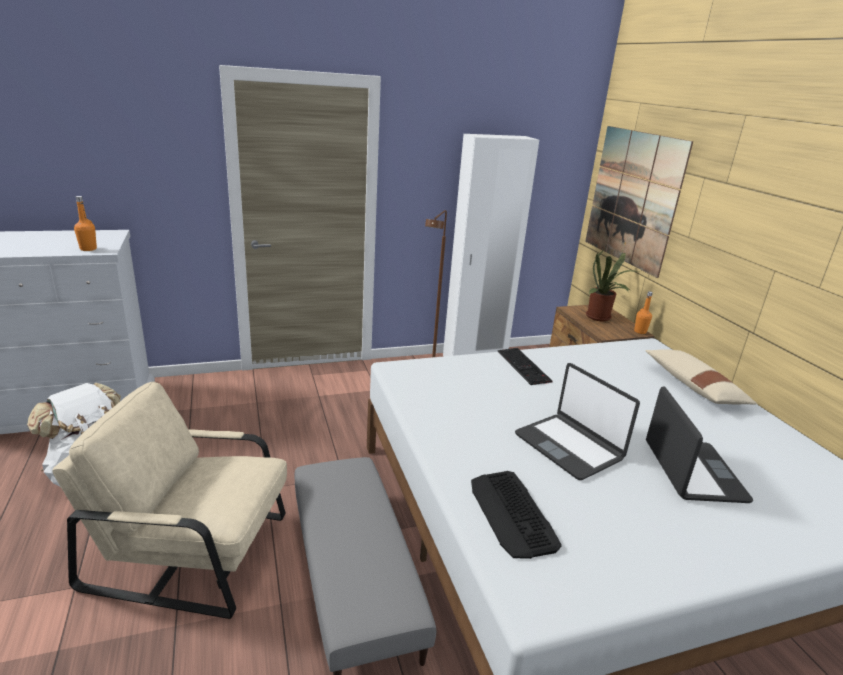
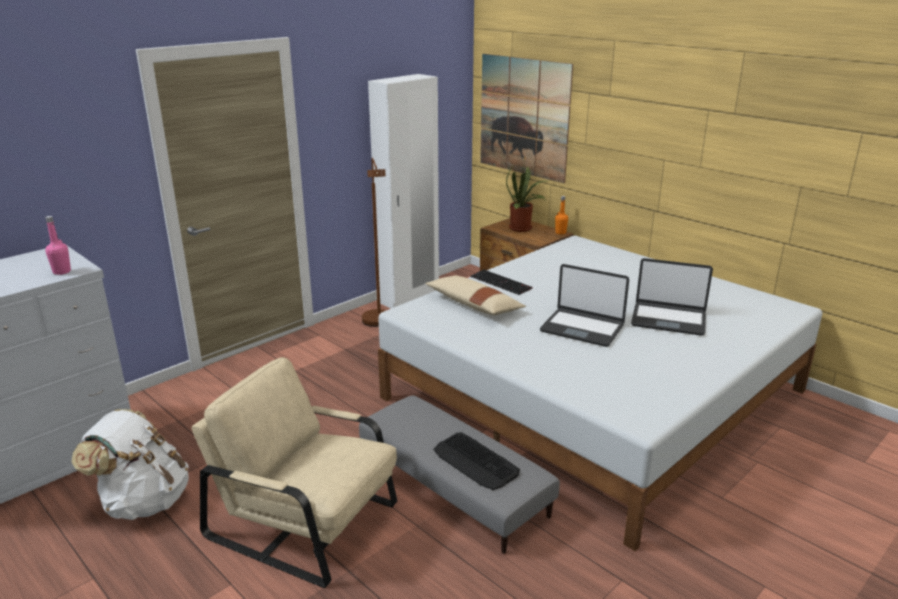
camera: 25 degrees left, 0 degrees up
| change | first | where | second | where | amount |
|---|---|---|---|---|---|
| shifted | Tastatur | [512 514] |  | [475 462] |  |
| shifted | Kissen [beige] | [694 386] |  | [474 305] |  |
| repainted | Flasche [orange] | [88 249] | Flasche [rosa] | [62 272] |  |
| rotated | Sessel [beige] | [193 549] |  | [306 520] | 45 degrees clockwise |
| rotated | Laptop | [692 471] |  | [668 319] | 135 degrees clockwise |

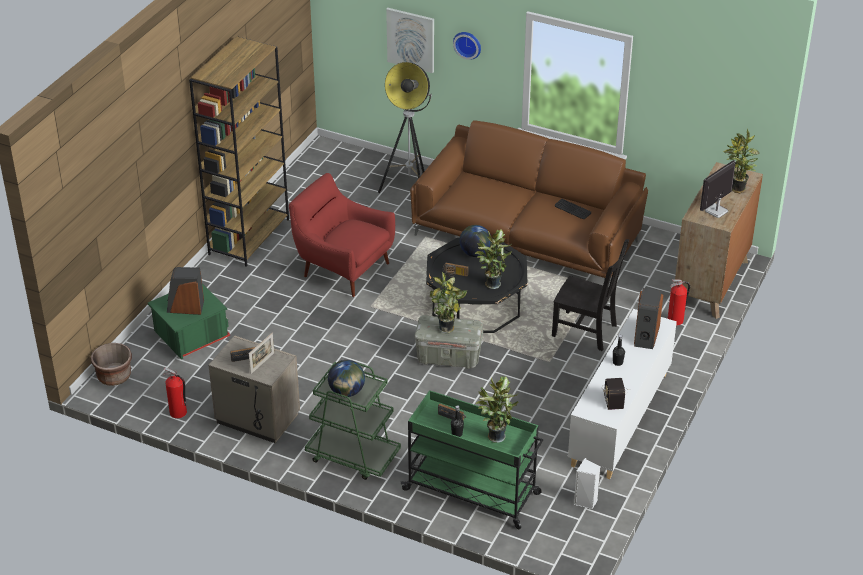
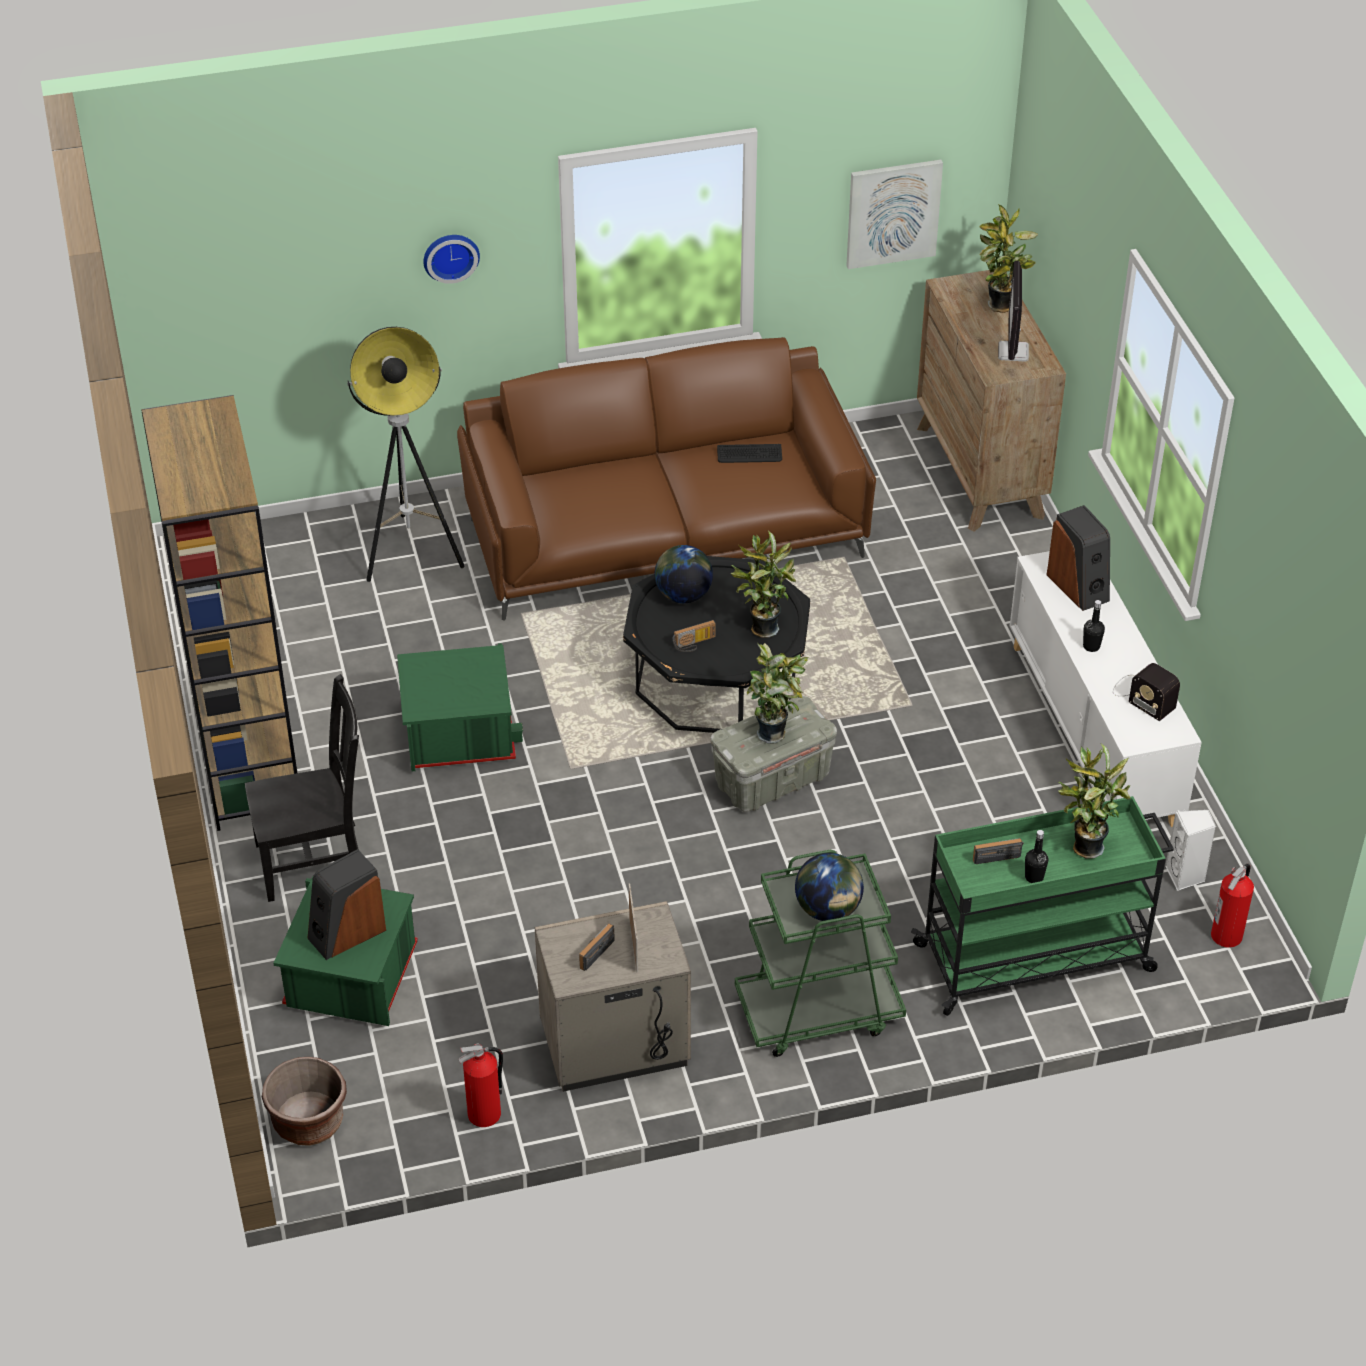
camera: 40 degrees left, 5 degrees up
| change | first | where | second | where | amount |
|---|---|---|---|---|---|
| shifted | Bild | [411 39] |  | [893 213] |  |
| shifted | Stuhl [schwarz] | [586 331] |  | [316 860] |  |
| shifted | Feuerlöscher | [675 320] |  | [1227 936] |  |
| swapped | Sessel [rot] | [343 268] | Aufbewahrungsbox [grün] | [458 732] |  |

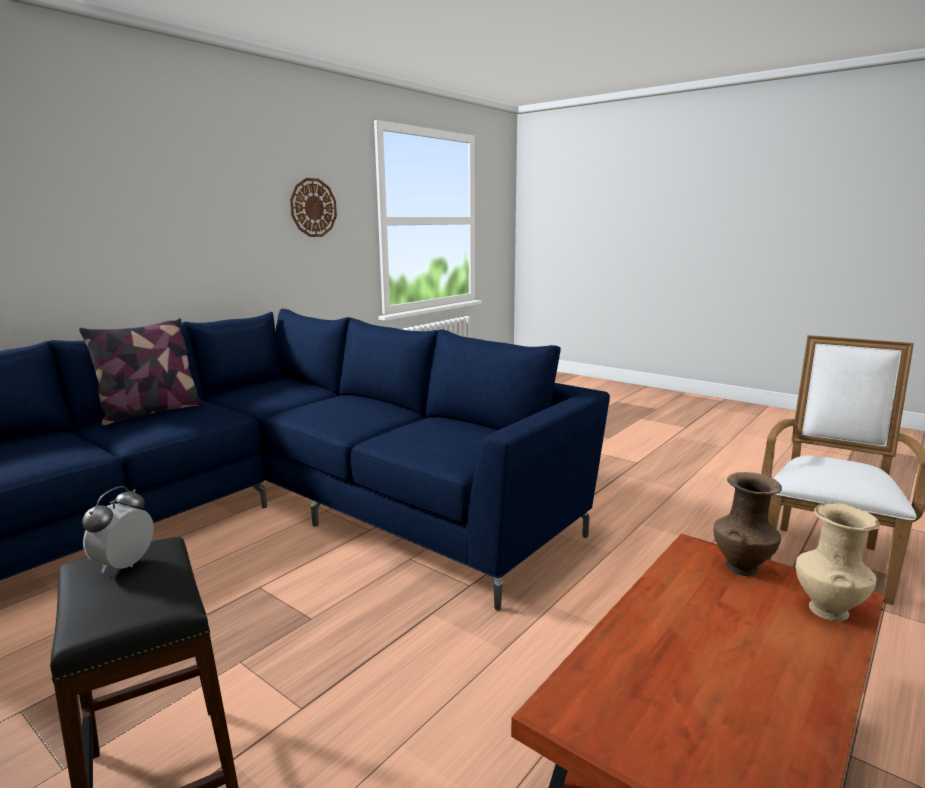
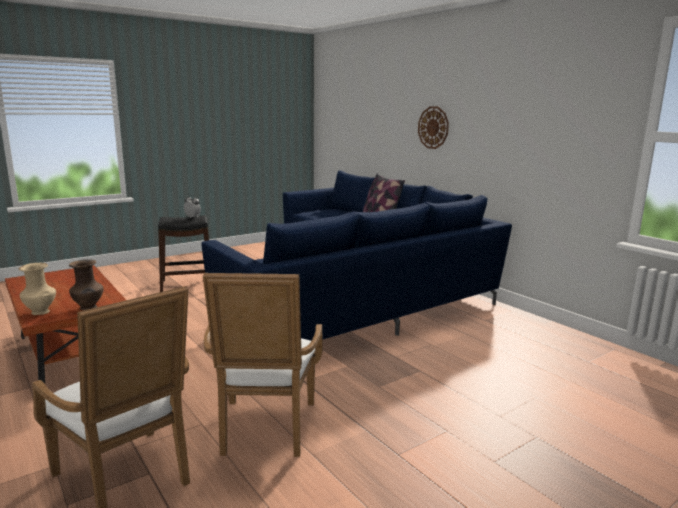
camera: 105 degrees right, 0 degrees up
| change | first | where | second | where | amount |
|---|---|---|---|---|---|
| new |  |  | Sessel [weiß] | [265 431] |  |
| shifted | Wanduhr | [313 207] |  | [433 127] |  |

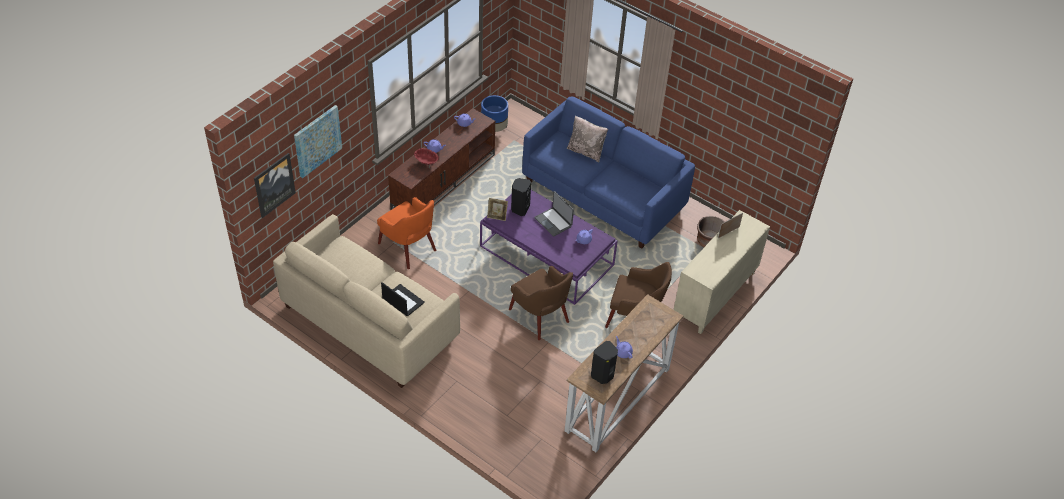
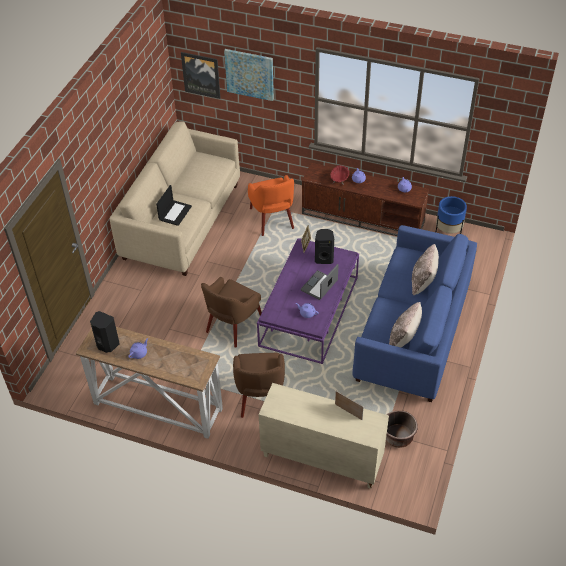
camera: 75 degrees right, 0 degrees up
| change | first | where | second | where | amount |
|---|---|---|---|---|---|
| new |  |  | Kissen [beige] | [403 339] |  |
| rotated | Sessel [orange] | [408 248] |  | [272 219] | 45 degrees counterclockwise |

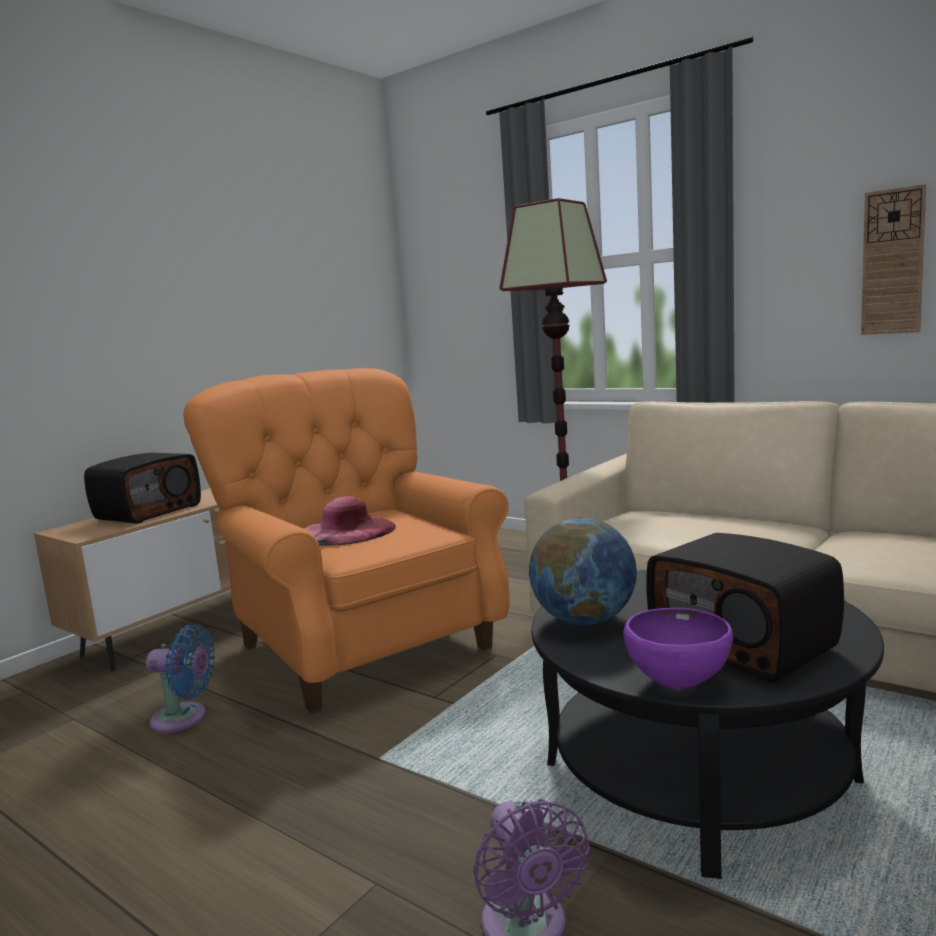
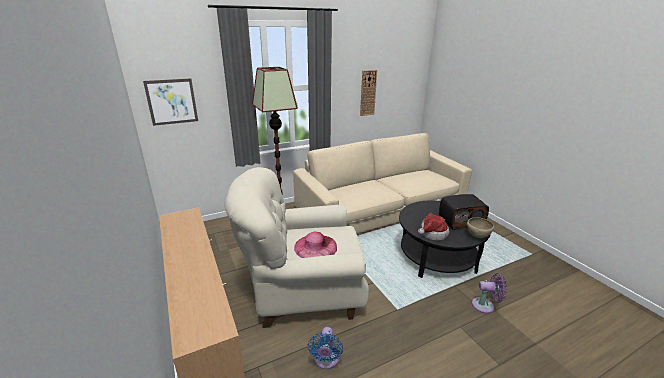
camera: 65 degrees left, 15 degrees up
| change | first | where | second | where | amount |
|---|---|---|---|---|---|
| gone | Radio | [148 512] |  |  |  |
| new |  |  | Bild | [172 101] |  |
| swapped | Globus | [584 621] | Hut | [432 233] |  |
| repainted | Sessel [orange] | [359 644] | Sessel [beige] | [302 291] |  |
| repainted | Schüssel [lila] | [678 684] | Schüssel [braun] | [477 236] |  |
| rotated | Ventilator [blau] | [184 719] |  | [326 360] | 150 degrees clockwise |

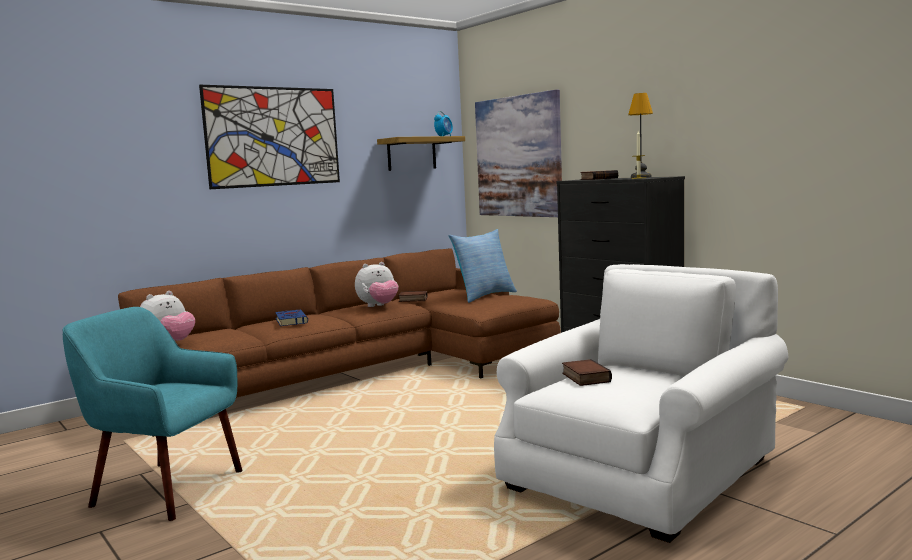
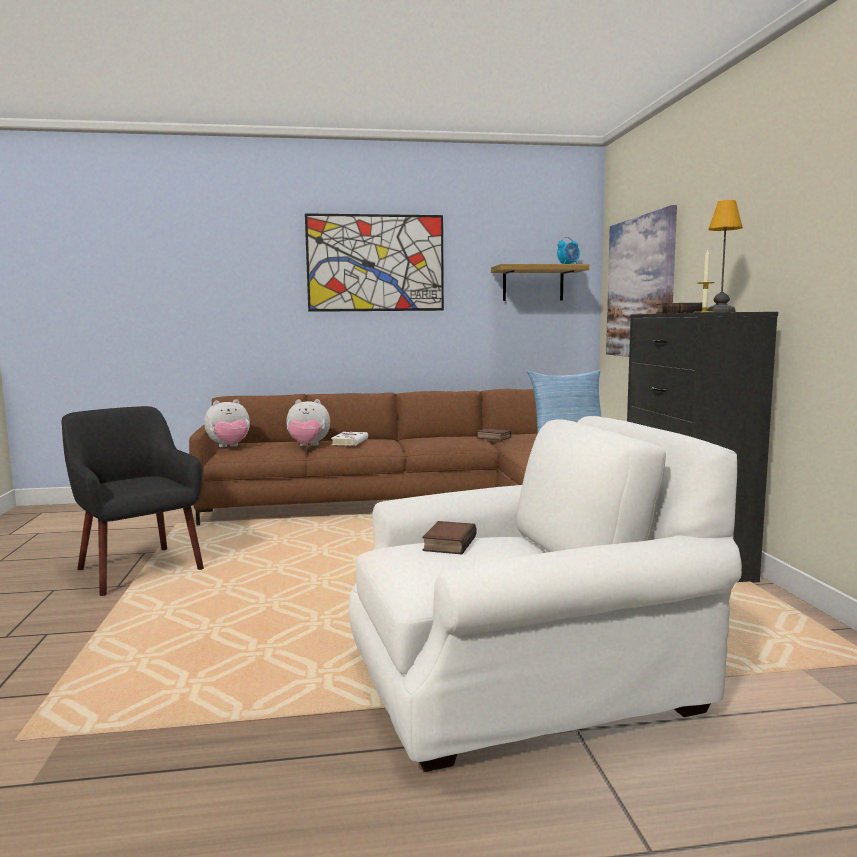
camera: 30 degrees right, 0 degrees up
| change | first | where | second | where | amount |
|---|---|---|---|---|---|
| shifted | Plüschtier | [378 306] |  | [308 446] |  |
| repainted | Sessel [türkis] | [166 489] | Sessel [schwarz] | [138 569] |  |
| repainted | Buch [blau] | [291 321] | Buch [weiß] | [350 441] |  |

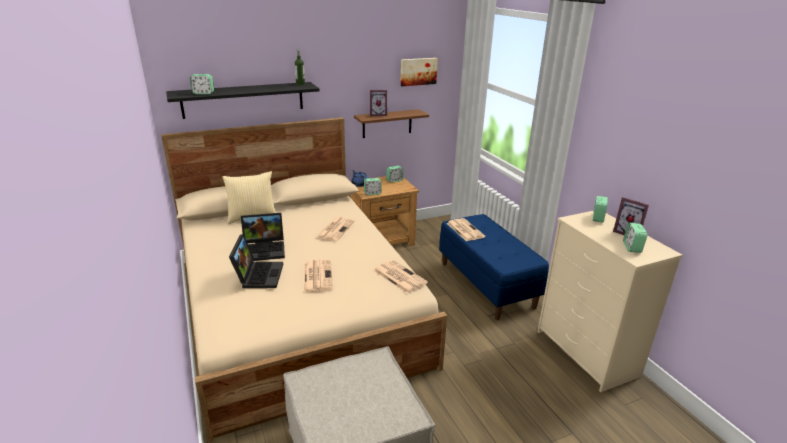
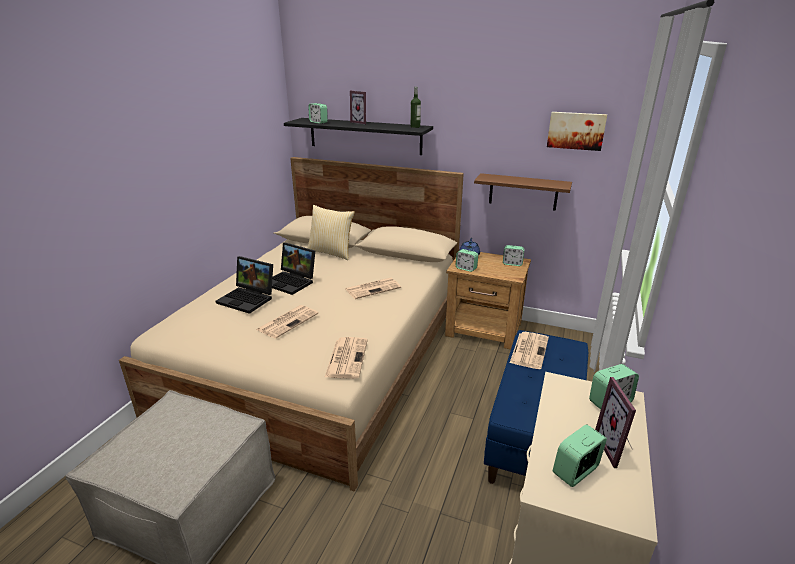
camera: 45 degrees right, 0 degrees up
| change | first | where | second | where | amount |
|---|---|---|---|---|---|
| shifted | Bilderrahmen | [378 115] |  | [361 122] |  |
| rotated | Laptop | [258 275] |  | [249 299] | 75 degrees clockwise |

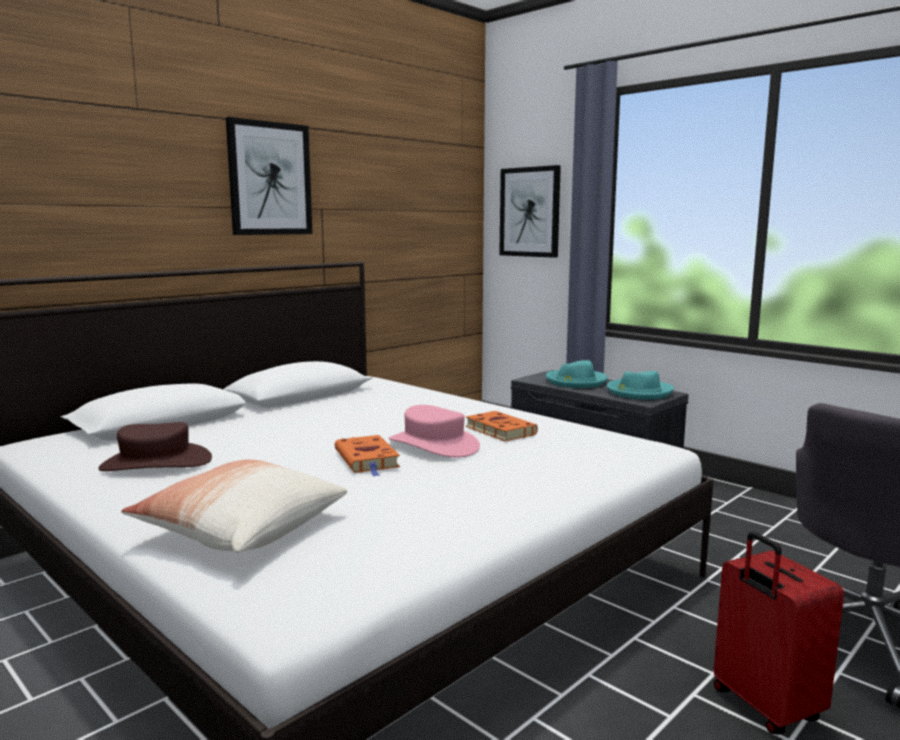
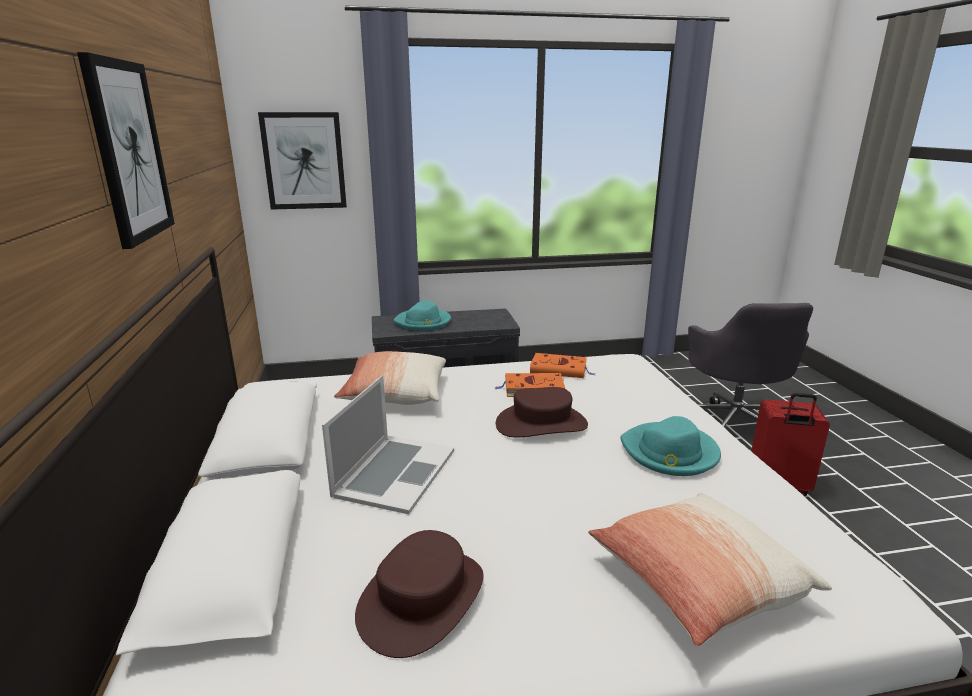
camera: 55 degrees left, 10 degrees up
| change | first | where | second | where | amount |
|---|---|---|---|---|---|
| new |  |  | Laptop | [394 472] |  |
| new |  |  | Kissen | [395 394] |  |
| shifted | Buch [orange] | [367 460] |  | [560 369] |  |
| shifted | Hut [türkis] | [638 392] |  | [670 453] |  |
| repainted | Hut [rosa] | [434 444] | Hut [braun] | [541 424] |  |

